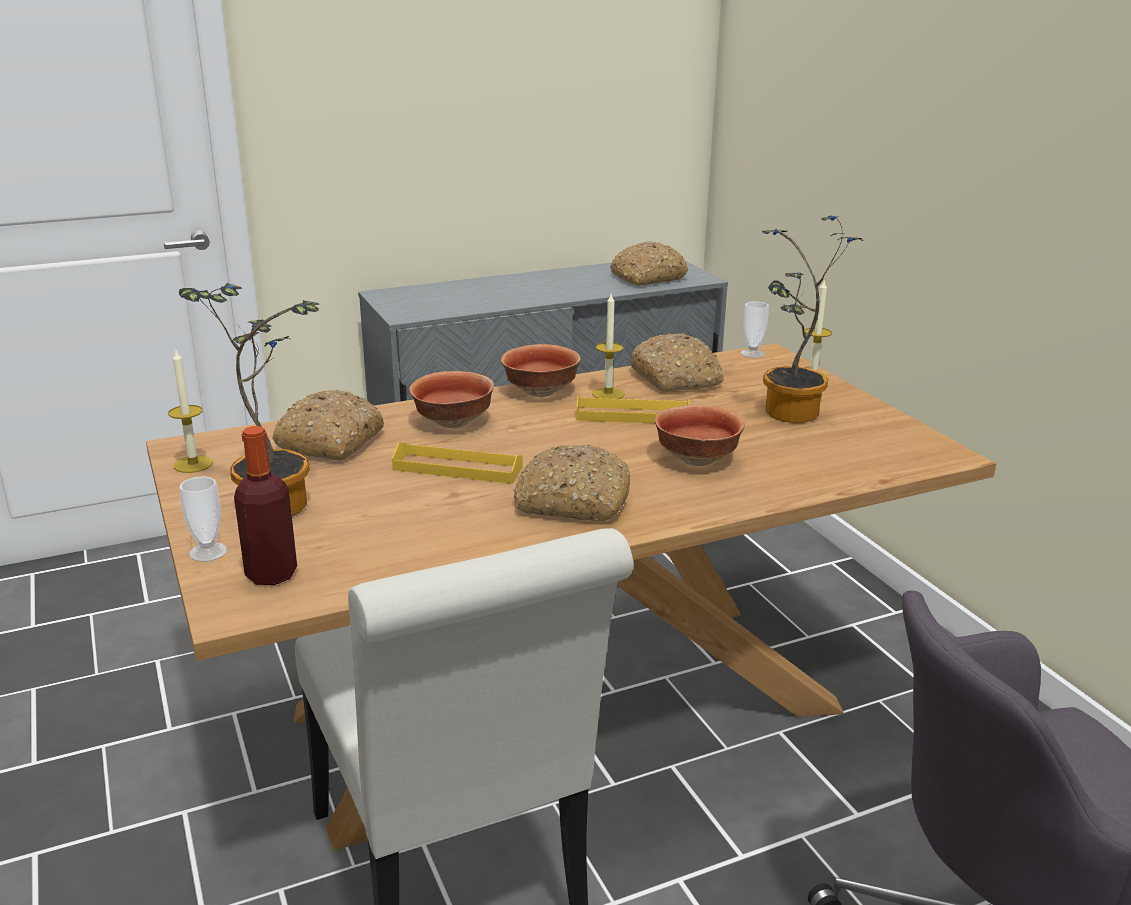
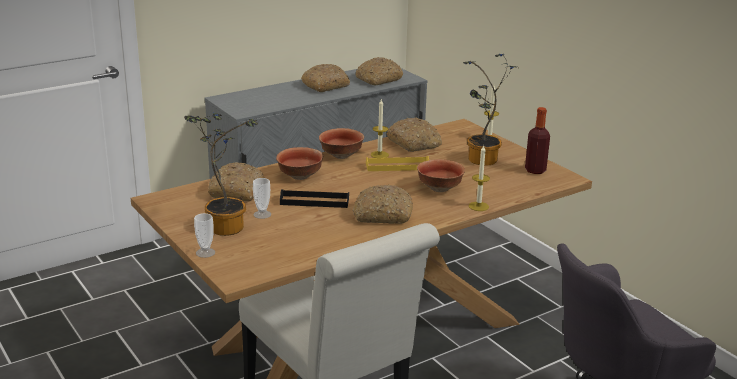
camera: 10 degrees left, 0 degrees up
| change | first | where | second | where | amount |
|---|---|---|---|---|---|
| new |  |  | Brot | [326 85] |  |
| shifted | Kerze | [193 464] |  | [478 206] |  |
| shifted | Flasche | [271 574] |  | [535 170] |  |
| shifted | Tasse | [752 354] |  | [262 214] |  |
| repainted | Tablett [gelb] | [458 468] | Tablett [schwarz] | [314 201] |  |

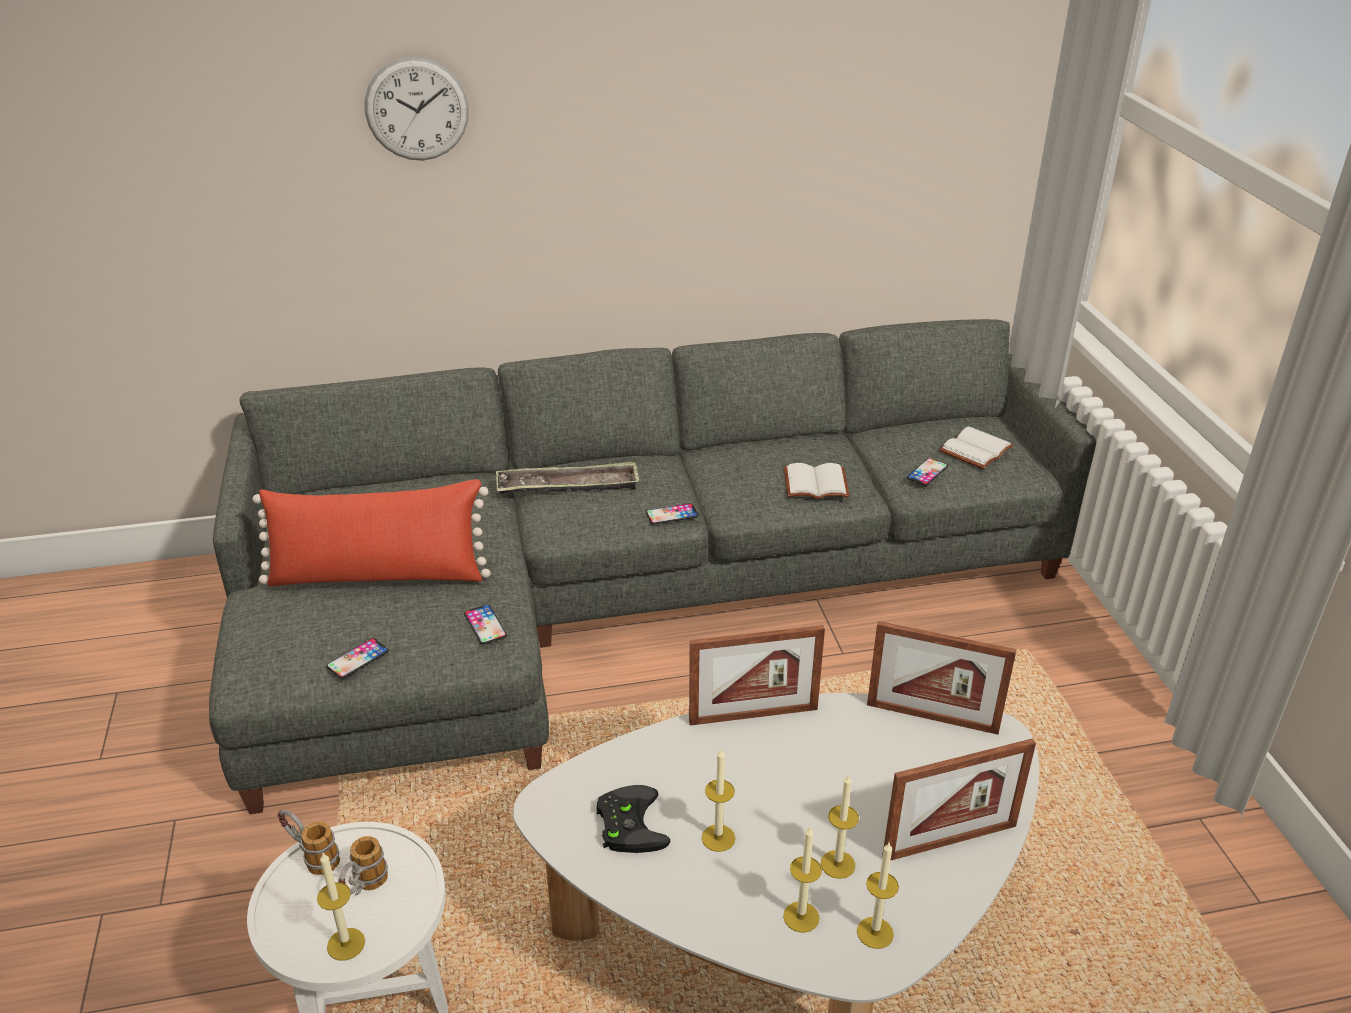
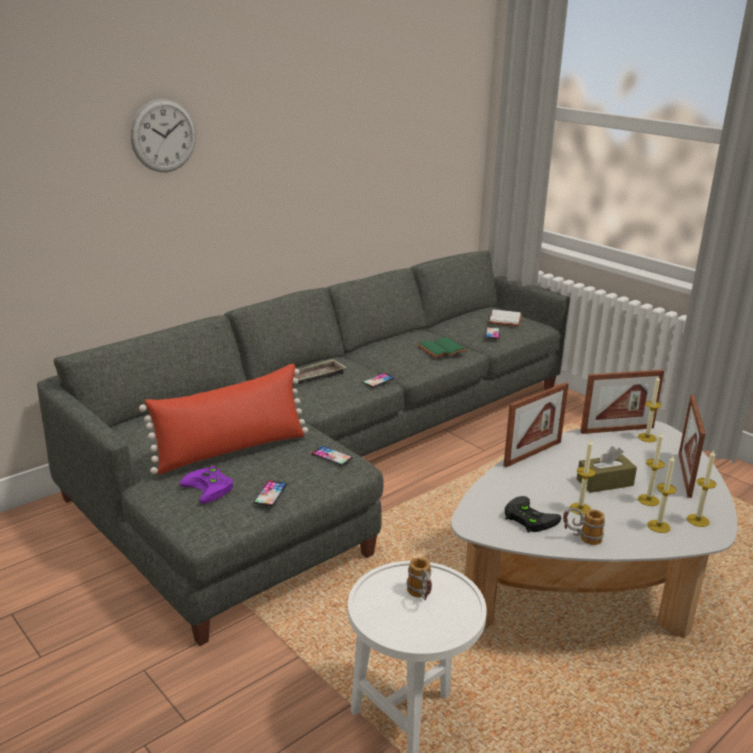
camera: 30 degrees left, 10 degrees down
| change | first | where | second | where | amount |
|---|---|---|---|---|---|
| new |  |  | Gamepad [lila] | [210 488] |  |
| new |  |  | Taschentuchbox [braun] | [604 482] |  |
| shifted | Henkelbecher | [311 856] |  | [581 539] |  |
| shifted | Kerze | [346 944] |  | [647 437] |  |
| repainted | Buch [weiß] | [814 485] | Buch [grün] | [442 350] |  |
| rotated | Bilderrahmen | [949 841] |  | [684 475] | 150 degrees clockwise |

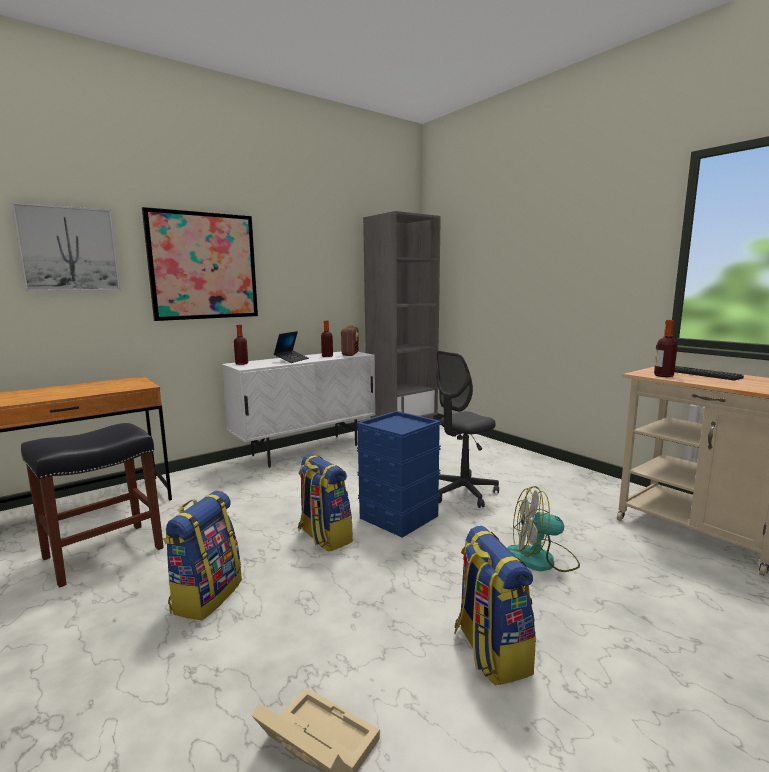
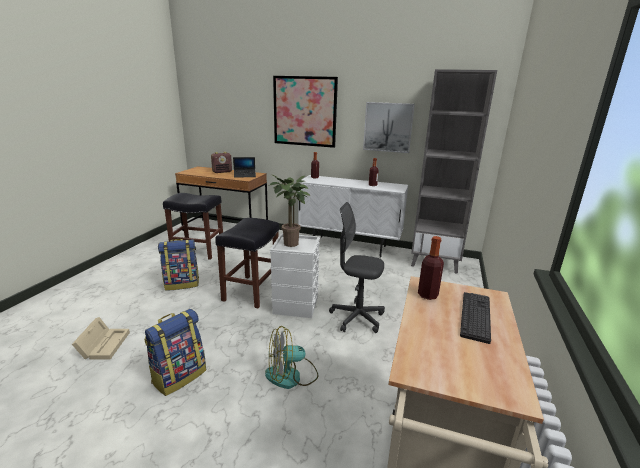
camera: 55 degrees right, 10 degrees up
| change | first | where | second | where | amount |
|---|---|---|---|---|---|
| new |  |  | Topfpflanze | [291 245] |  |
| shifted | Bild | [69 249] |  | [388 127] |  |
| shifted | Laptop | [291 360] |  | [245 175] |  |
| shifted | Radio | [350 354] |  | [222 172] |  |
| swapped | Rucksack | [324 537] | Hocker [schwarz] | [252 291] |  |
| repainted | Aufbewahrungsbox [blau] | [399 517] | Aufbewahrungsbox [weiß] | [295 305] |  |
| rotated | Ventilator | [542 559] |  | [291 376] | 75 degrees counterclockwise |

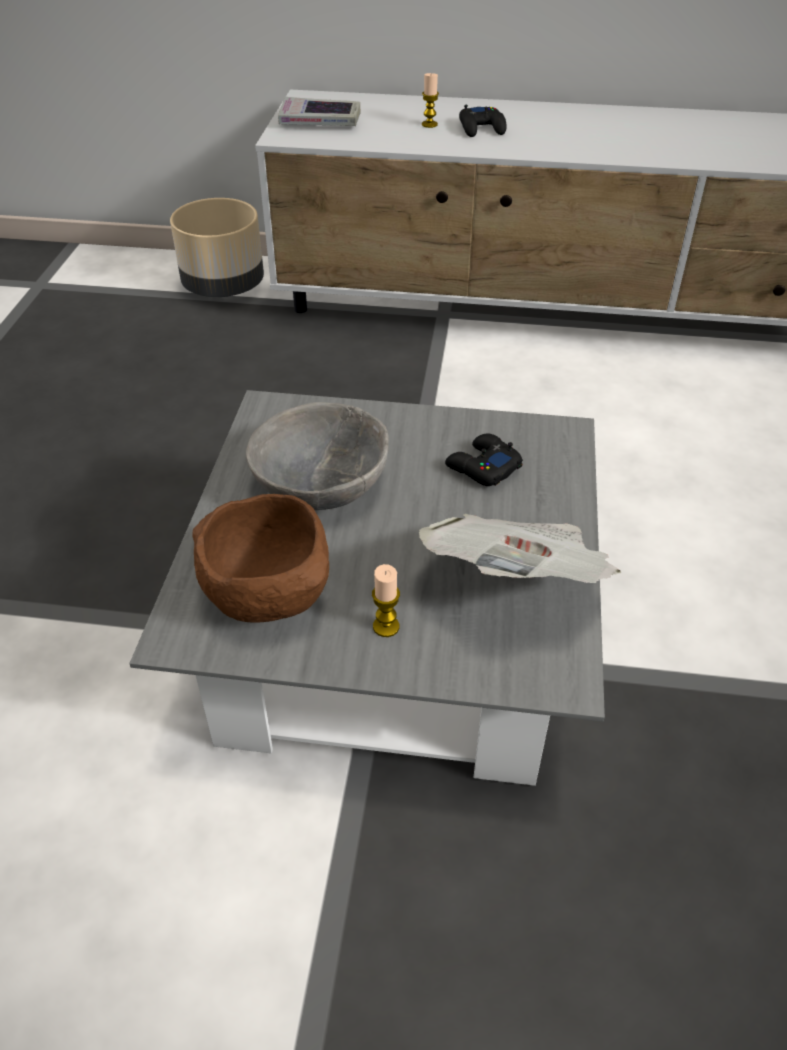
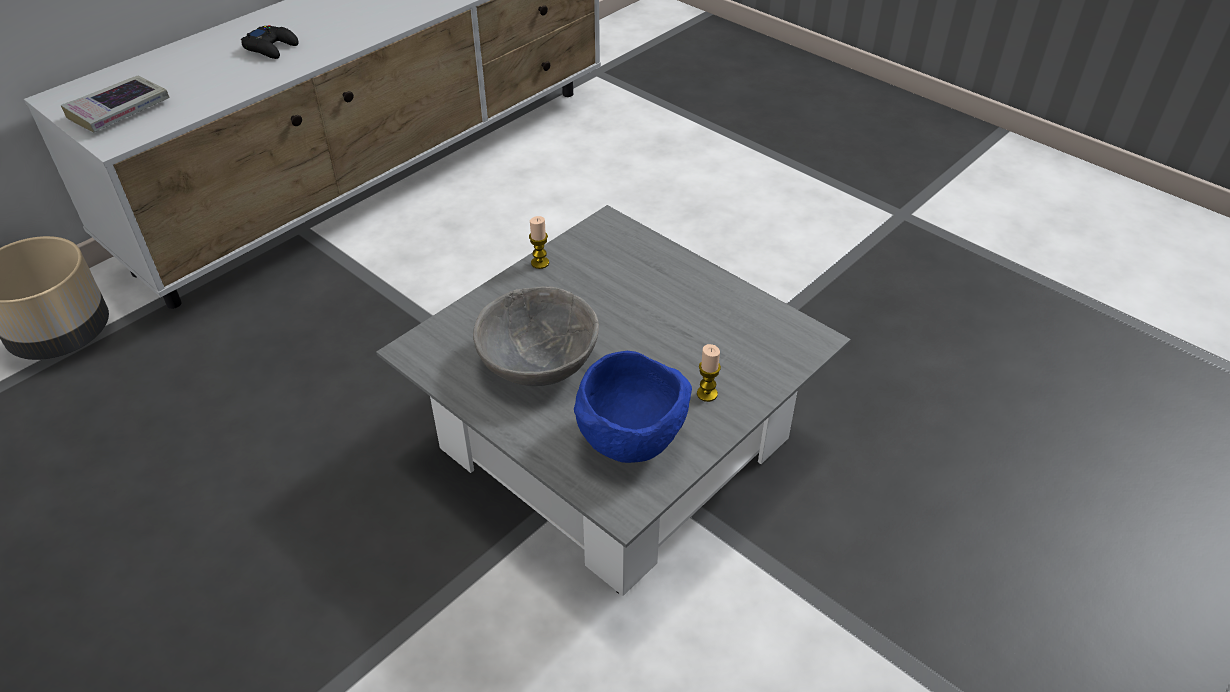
camera: 55 degrees left, 0 degrees up
| change | first | where | second | where | amount |
|---|---|---|---|---|---|
| gone | Zeitung | [519 581] |  |  |  |
| gone | Gamepad [schwarz] | [482 467] |  |  |  |
| shifted | Kerze | [429 124] |  | [540 263] |  |
| repainted | Schüssel [braun] | [272 598] | Schüssel [blau] | [631 438] |  |

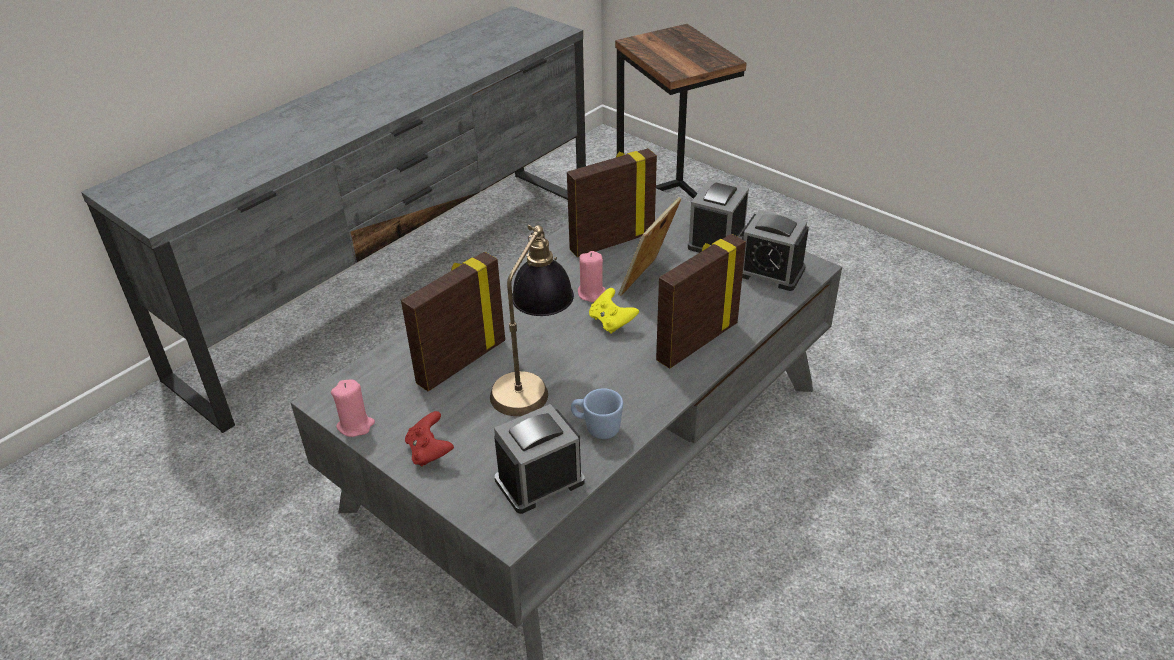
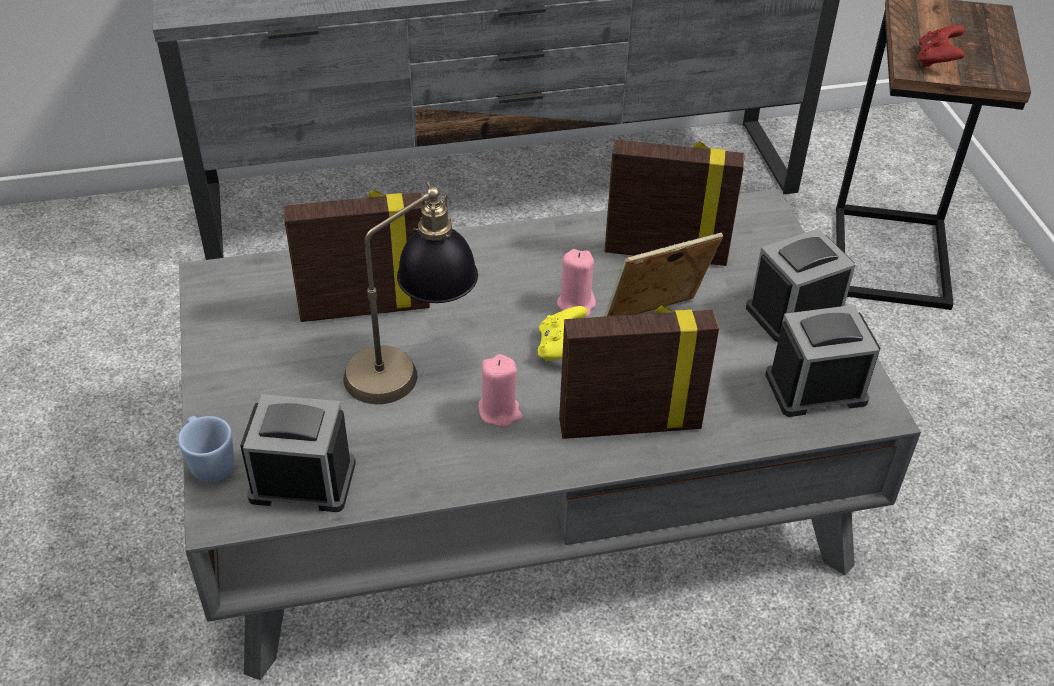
camera: 35 degrees right, 5 degrees up
| change | first | where | second | where | amount |
|---|---|---|---|---|---|
| shifted | Kerze [rosa] | [355 425] |  | [500 411] |  |
| shifted | Gamepad [rot] | [430 451] |  | [937 60] |  |
| shifted | Henkelbecher [blau] | [596 428] |  | [209 462] |  |
| rotated | Wecker | [770 271] |  | [816 388] | 105 degrees clockwise |

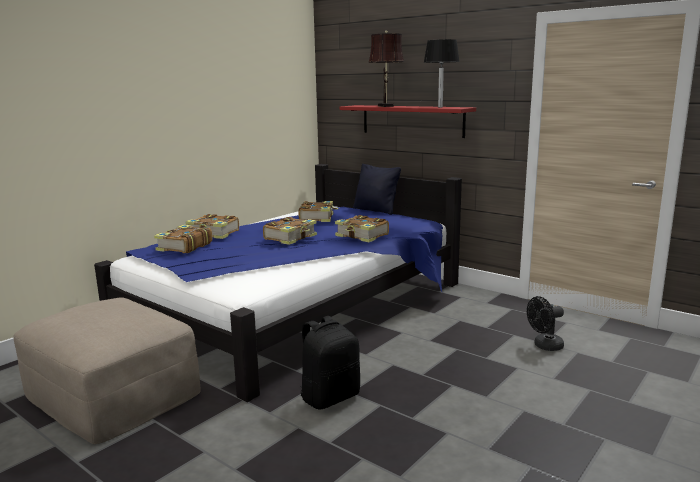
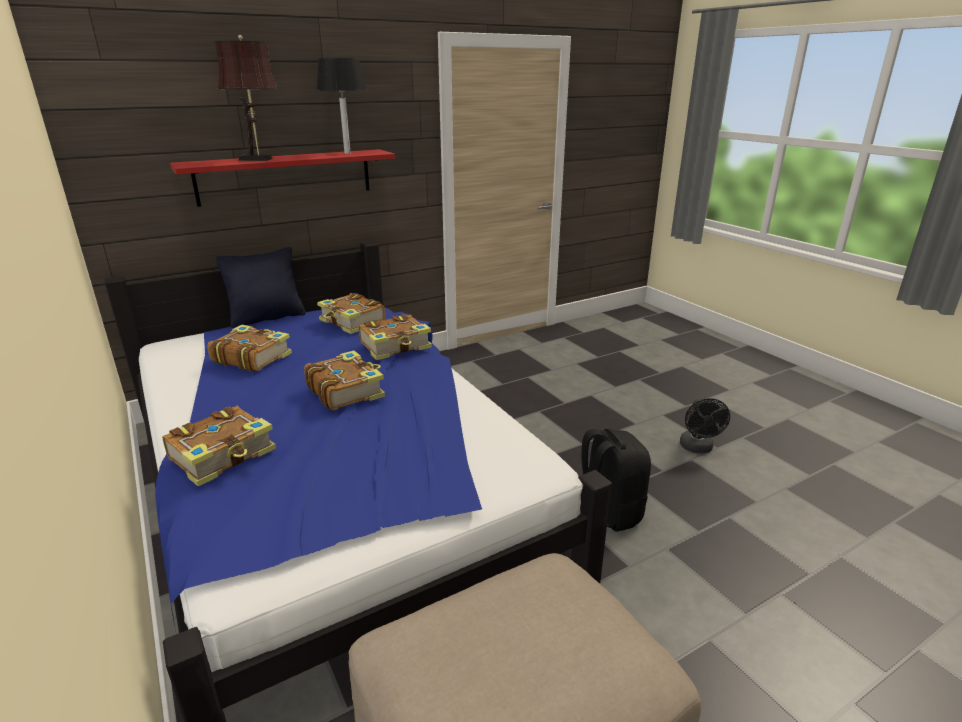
camera: 70 degrees left, 10 degrees up
| change | first | where | second | where | amount |
|---|---|---|---|---|---|
| shifted | Buch | [184 247] |  | [352 322] |  |
| shifted | Ventilator [schwarz] | [544 346] |  | [697 448] |  |

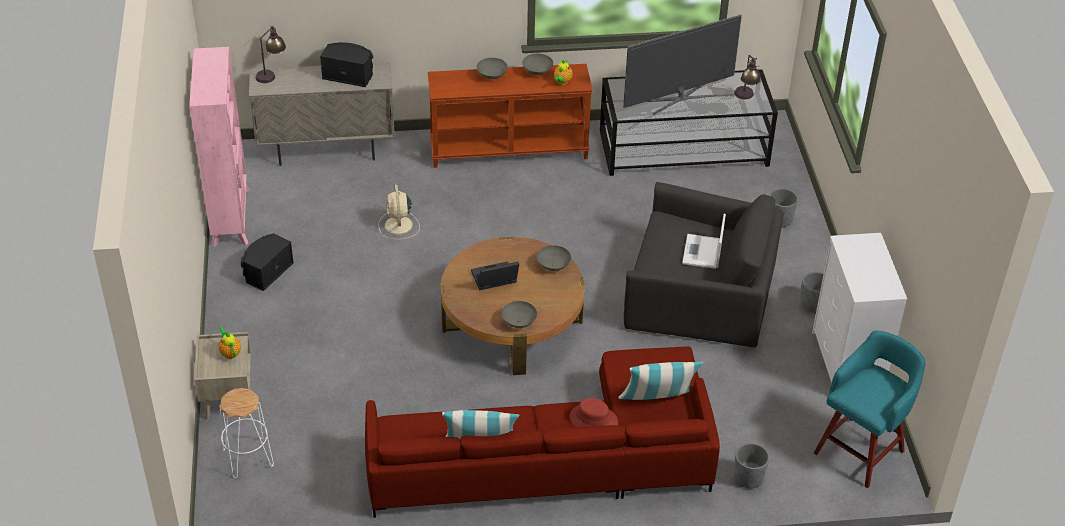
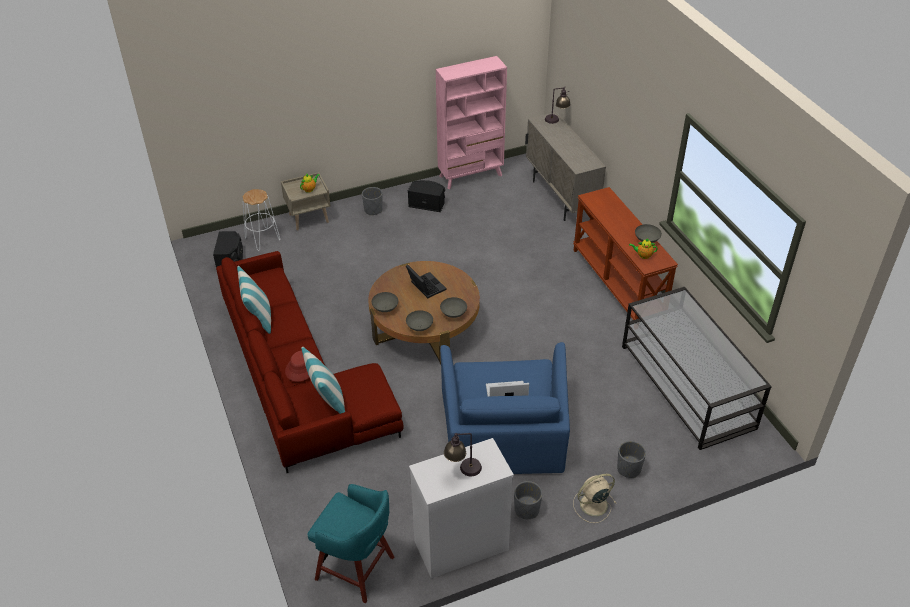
camera: 75 degrees right, 0 degrees up
| change | first | where | second | where | amount |
|---|---|---|---|---|---|
| gone | Fernseher | [679 98] |  |  |  |
| shifted | Lautsprecher [schwarz] | [348 75] |  | [230 259] |  |
| shifted | Ventilator [beige] | [398 226] |  | [592 505] |  |
| shifted | Schüssel [grau] | [491 76] |  | [420 327] |  |
| shifted | Tischlampe | [745 98] |  | [463 470] |  |
| shifted | Pflanzkübel [grau] | [748 478] |  | [373 210] |  |
| repainted | Sessel [schwarz] | [699 294] | Sessel [blau] | [504 429] |  |

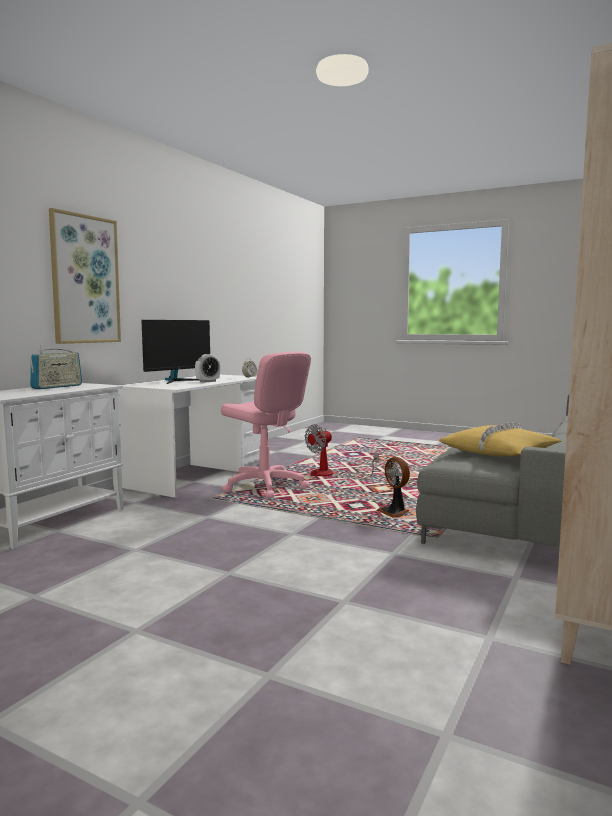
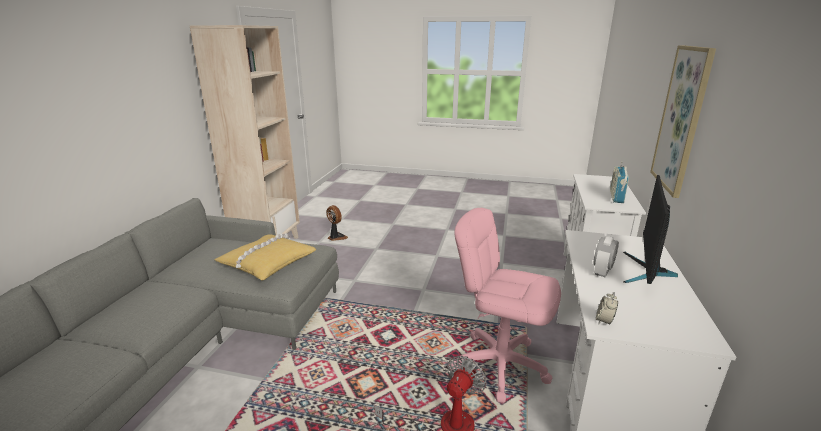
camera: 165 degrees right, 15 degrees up
| change | first | where | second | where | amount |
|---|---|---|---|---|---|
| shifted | Ventilator | [394 512] |  | [336 237] |  |

